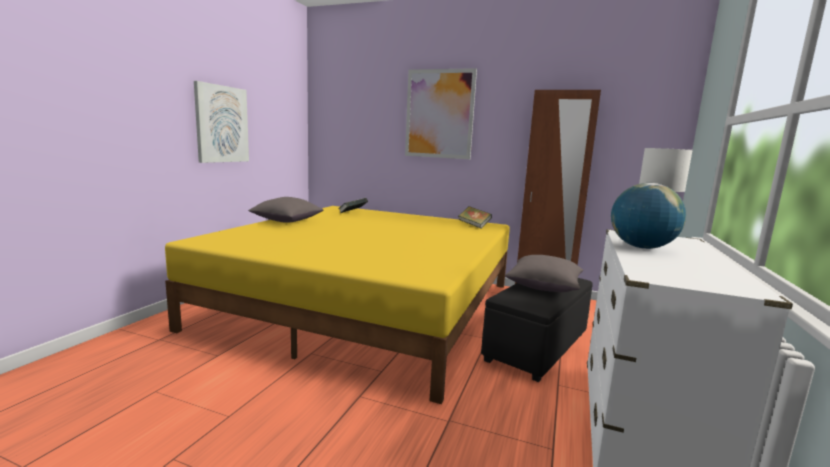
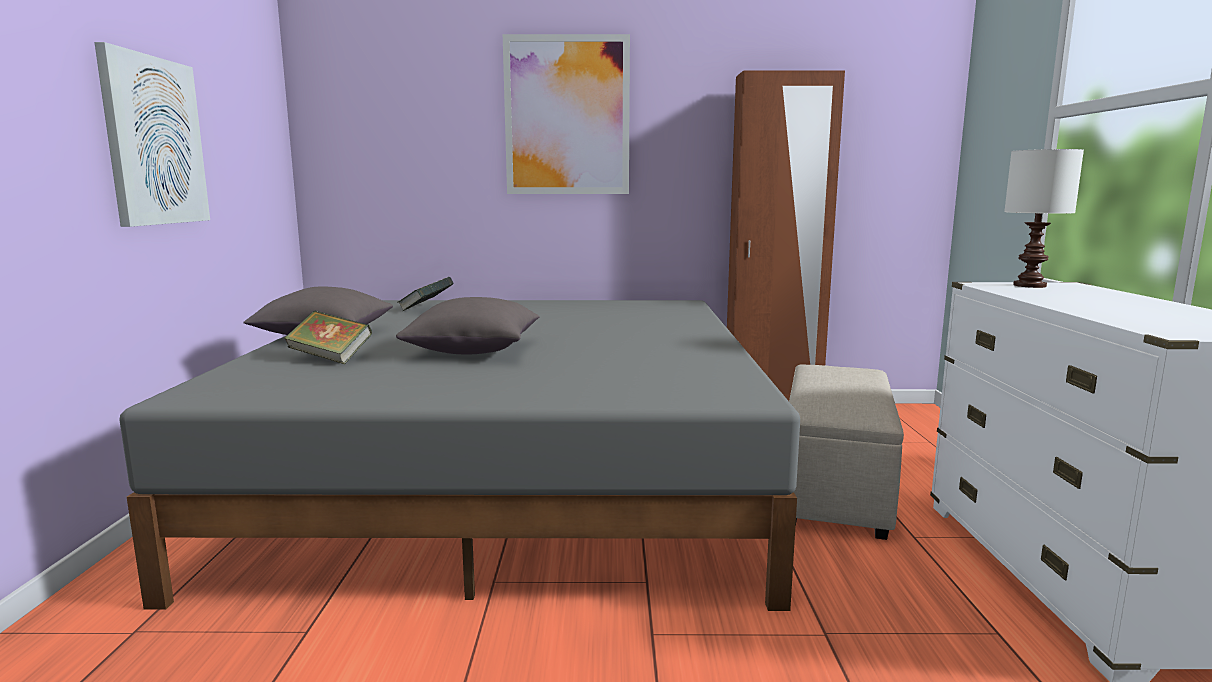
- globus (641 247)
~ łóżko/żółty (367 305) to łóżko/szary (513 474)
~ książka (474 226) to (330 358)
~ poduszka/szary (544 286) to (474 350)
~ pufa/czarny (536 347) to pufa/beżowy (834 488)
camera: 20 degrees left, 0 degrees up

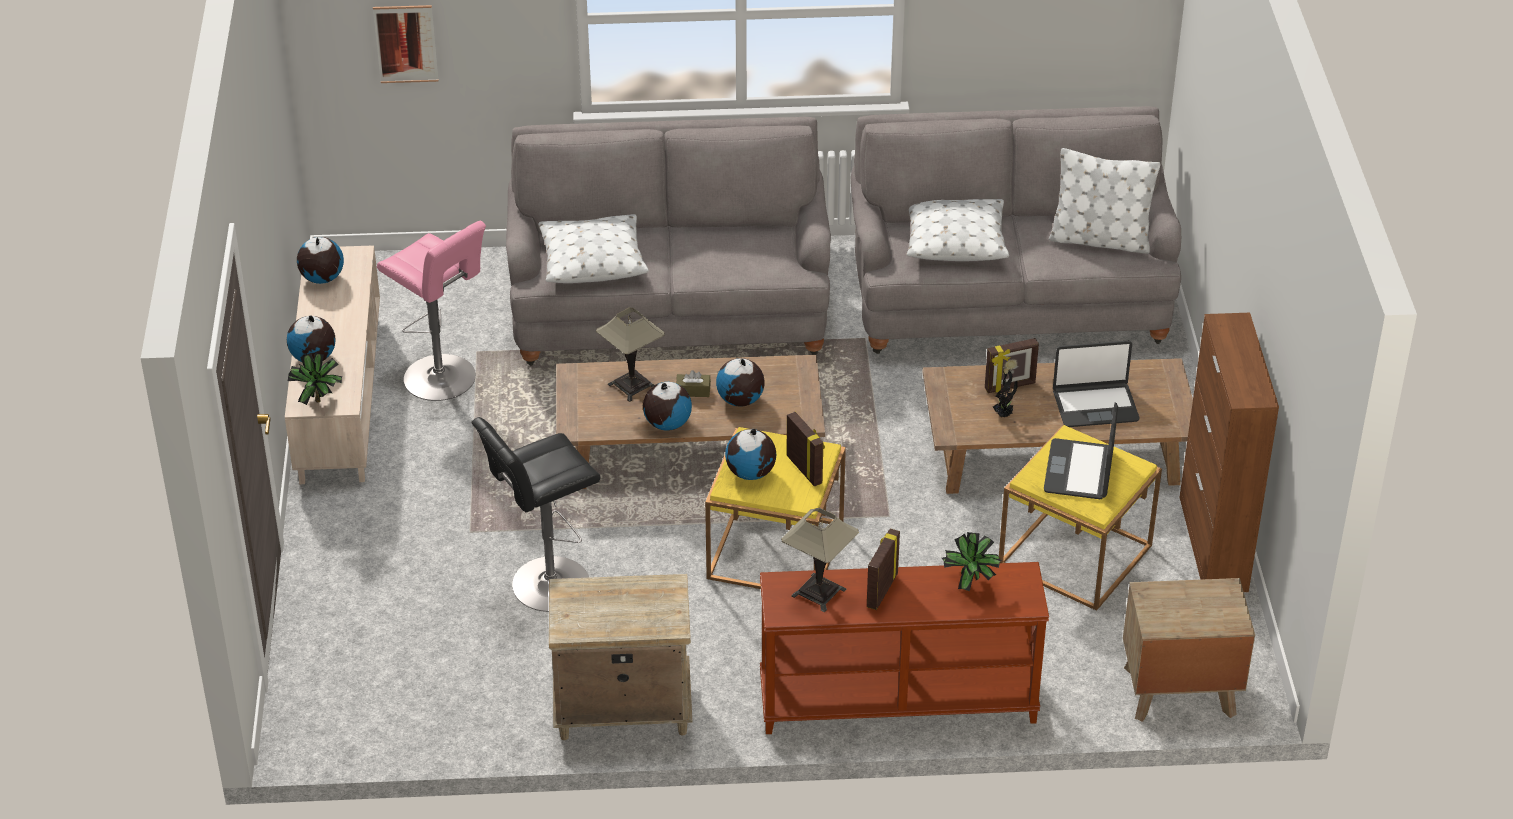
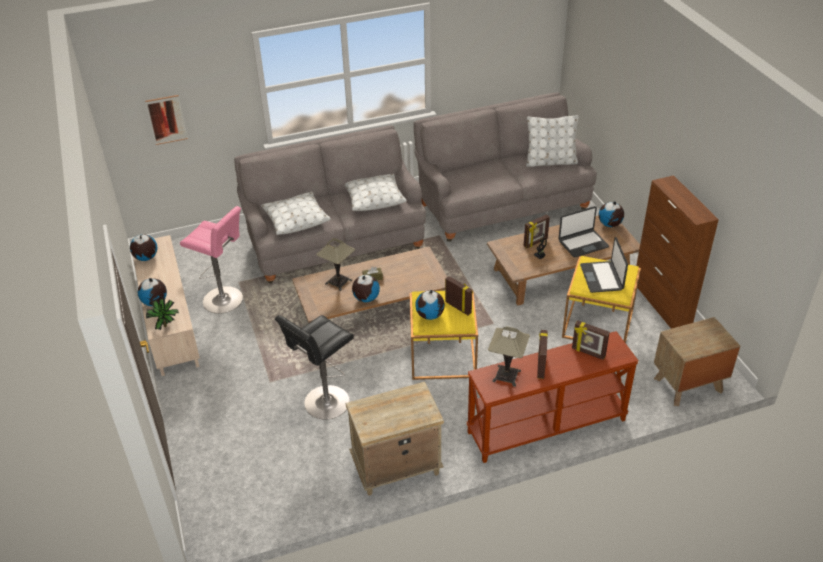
~ poduszka/biały (955 240) to (374 198)
~ globus (740 401) to (610 224)
~ roślina doniczkowa (971 586) to ramka na zdjęcie (588 353)
camera: 15 degrees left, 0 degrees up

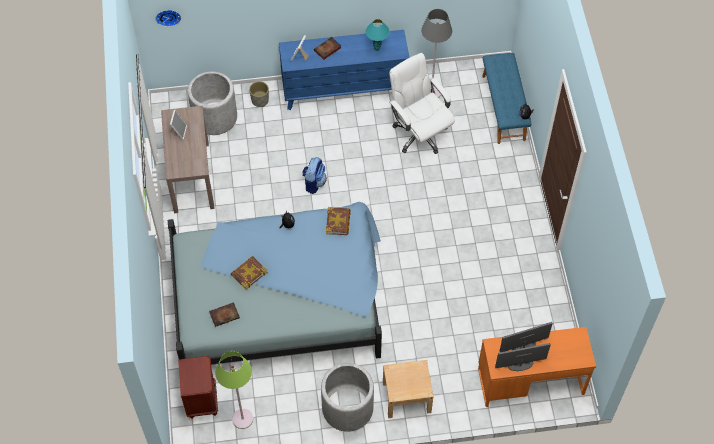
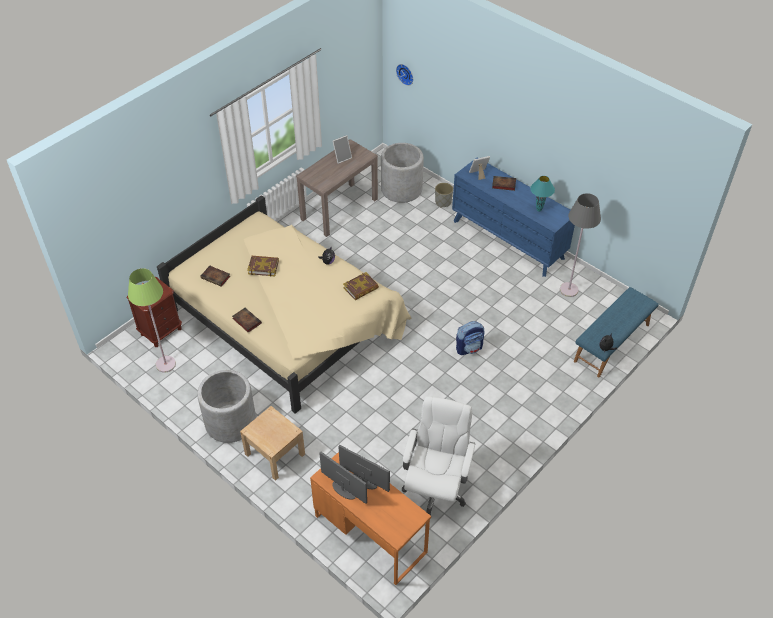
~ krzesło biurowe/biały (419 133) to (435 488)
~ plecak (314 183) to (469 348)
~ łóżko/niebieski (281 298) to łóżko/beżowy (289 320)
+ książka (246 321)
camera: 50 degrees right, 10 degrees down

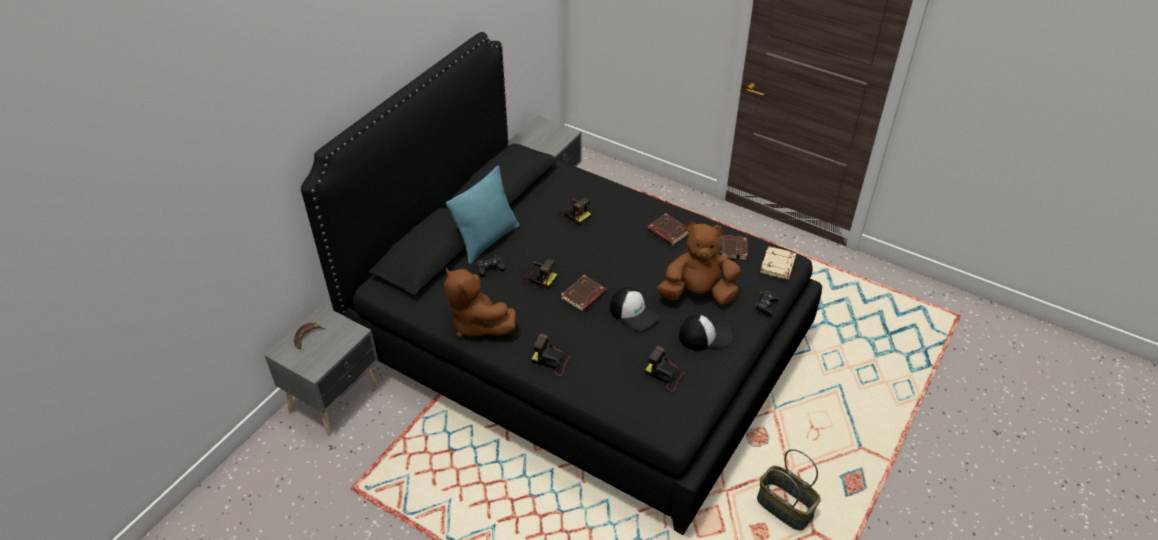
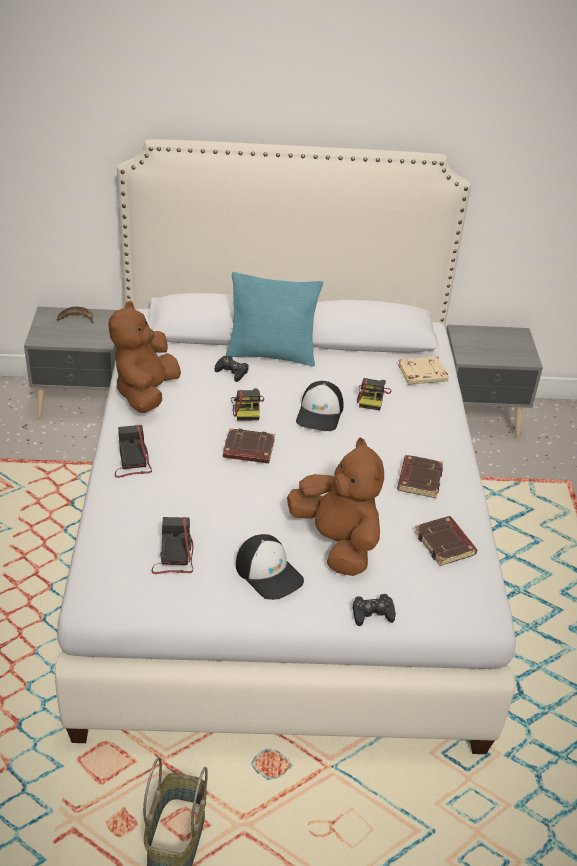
~ łóżko/czarny (578 347) to łóżko/biały (279 539)
~ książka/beżowy (778 266) to (422 375)
~ czapka z daszkiem (633 313) to (320 413)
camera: 55 degrees right, 5 degrees down

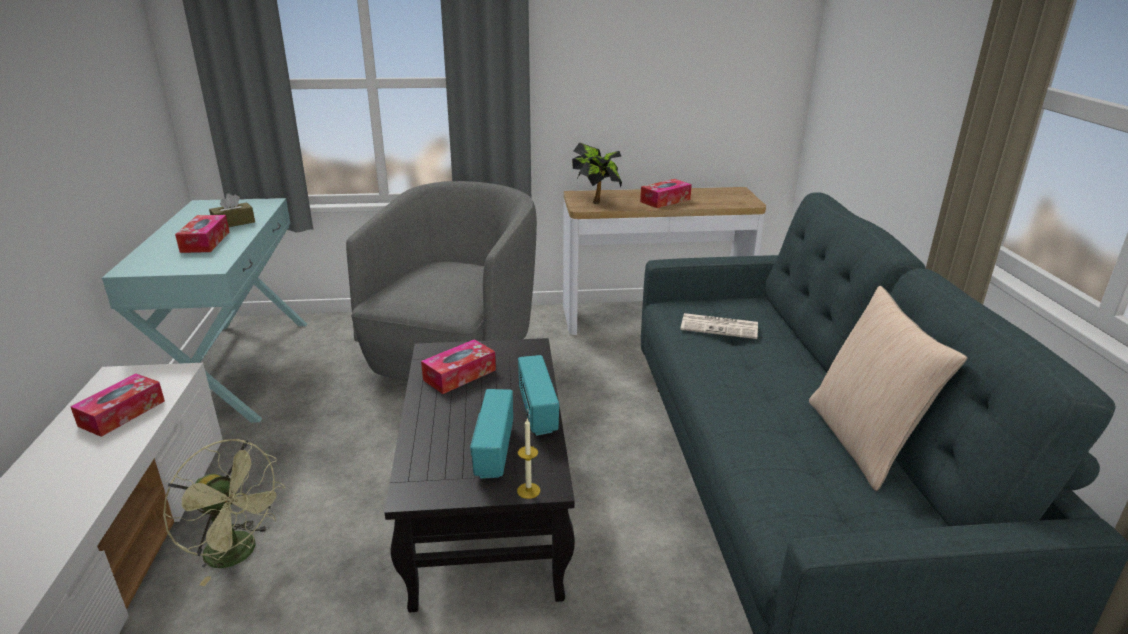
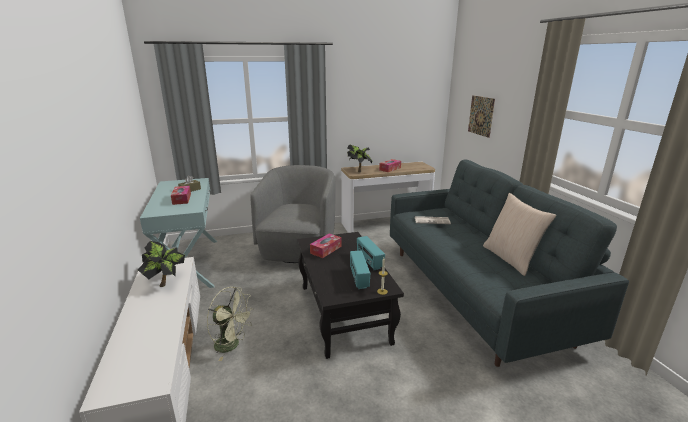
~ pudełko chusteczek (122 413) to roślina doniczkowa (166 282)
+ obraz (481 116)
camera: 10 degrees left, 5 degrees down

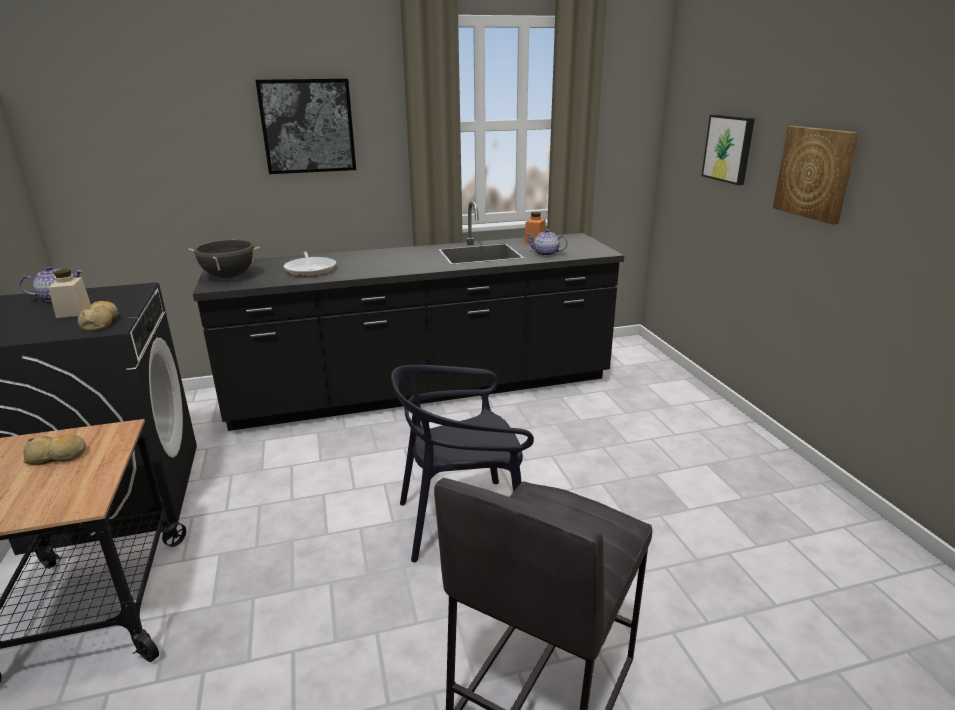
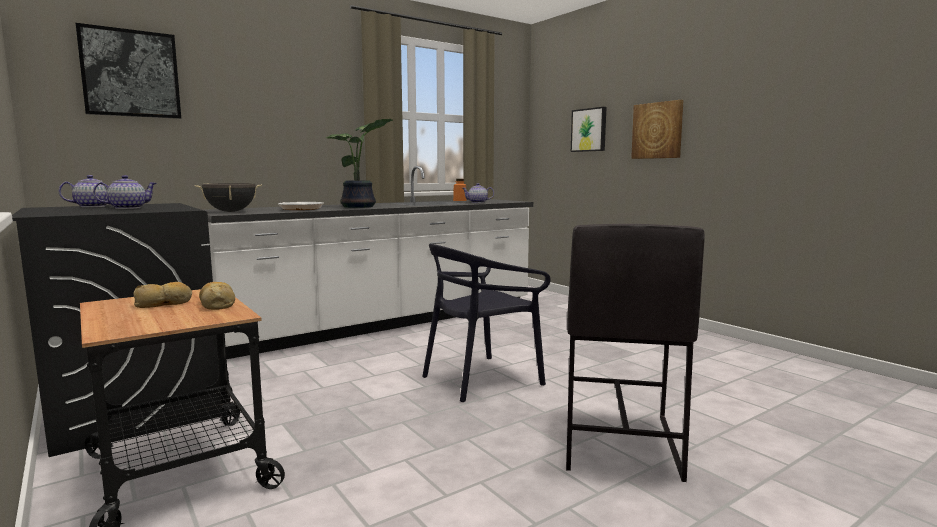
~ obraz (307 126) to (130 73)
~ zabudowa kuchenna/czarny (423 391) to zabudowa kuchenna/biały (385 323)
~ słoik/beżowy (74 311) to imbryk (127 208)
~ chleb (101 323) to (217 304)
+ roślina doniczkowa (360 206)
camera: 20 degrees left, 15 degrees down

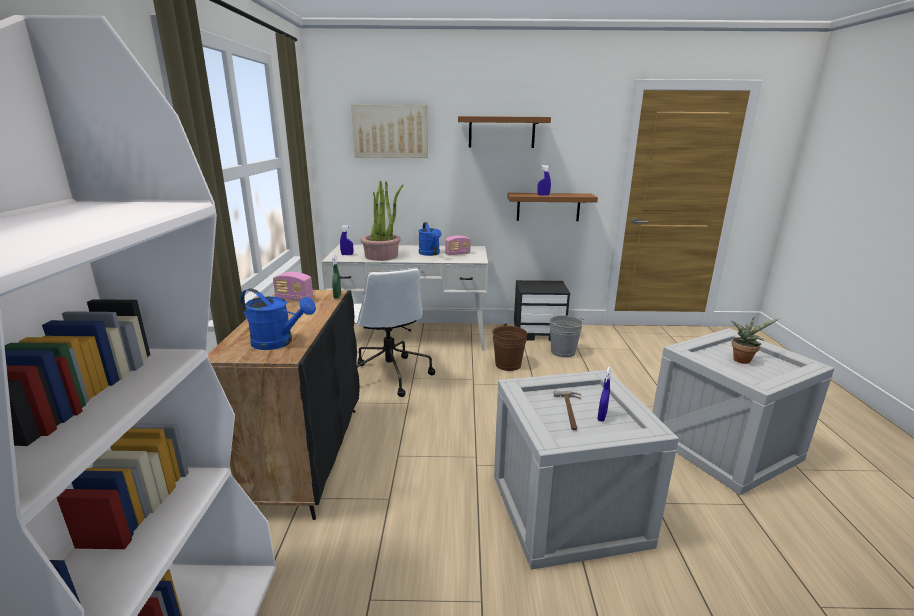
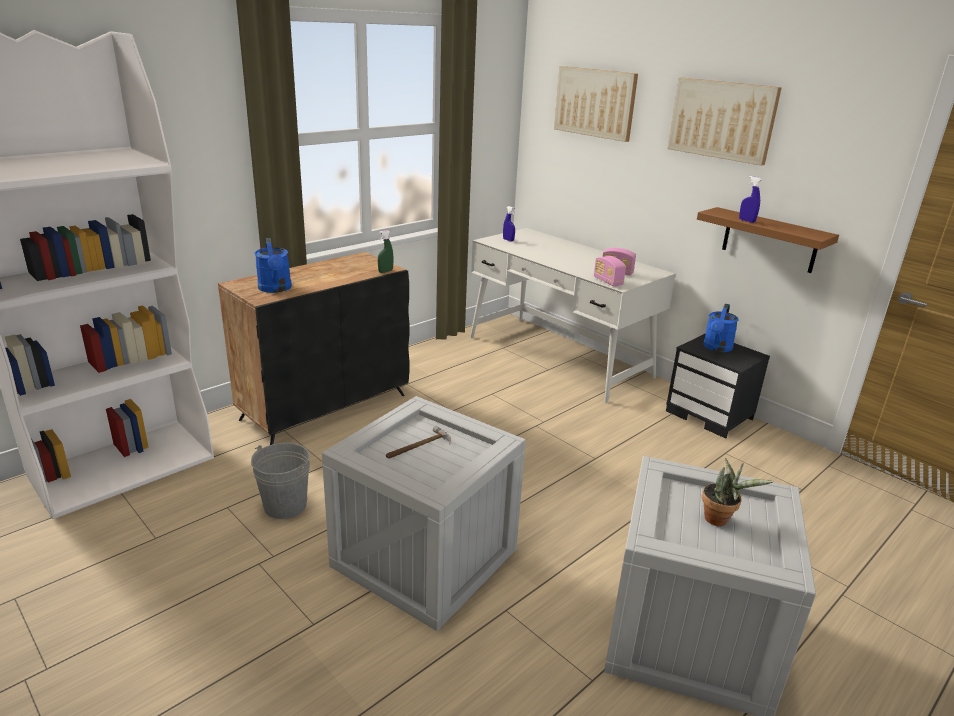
~ półka/brązowy (501 132) to obraz (722 120)
- roślina doniczkowa (382 256)
~ konewka/niebieski (430 254) to (717 348)
- krzesło biurowe/biały (389 375)
~ radio (294 299) to (608 281)
~ wiadro/szary (563 352) to (285 505)
- wiadro/brązowy (508 364)
- spryskiwacz/niebieski (602 417)
camera: 45 degrees right, 5 degrees up

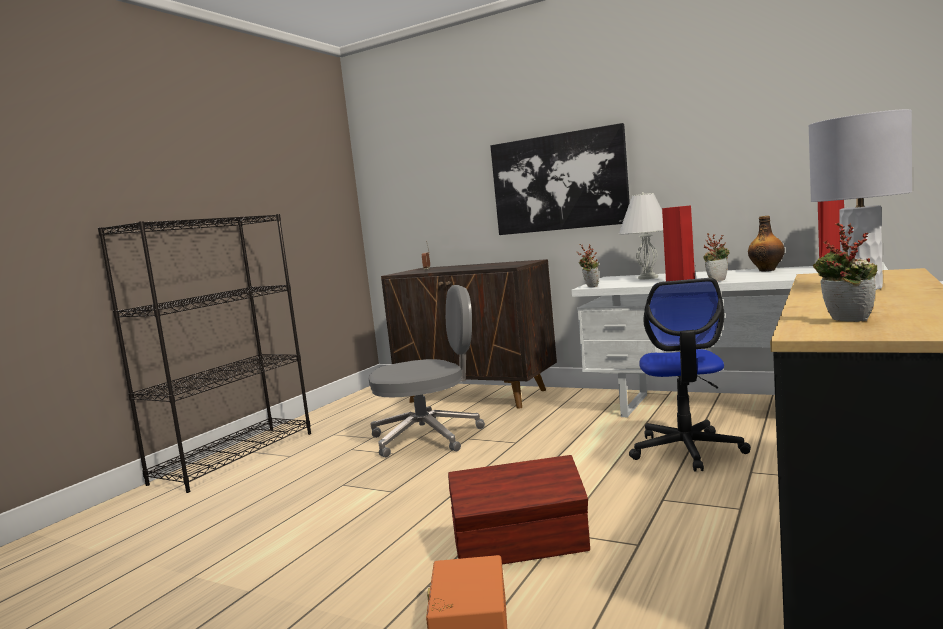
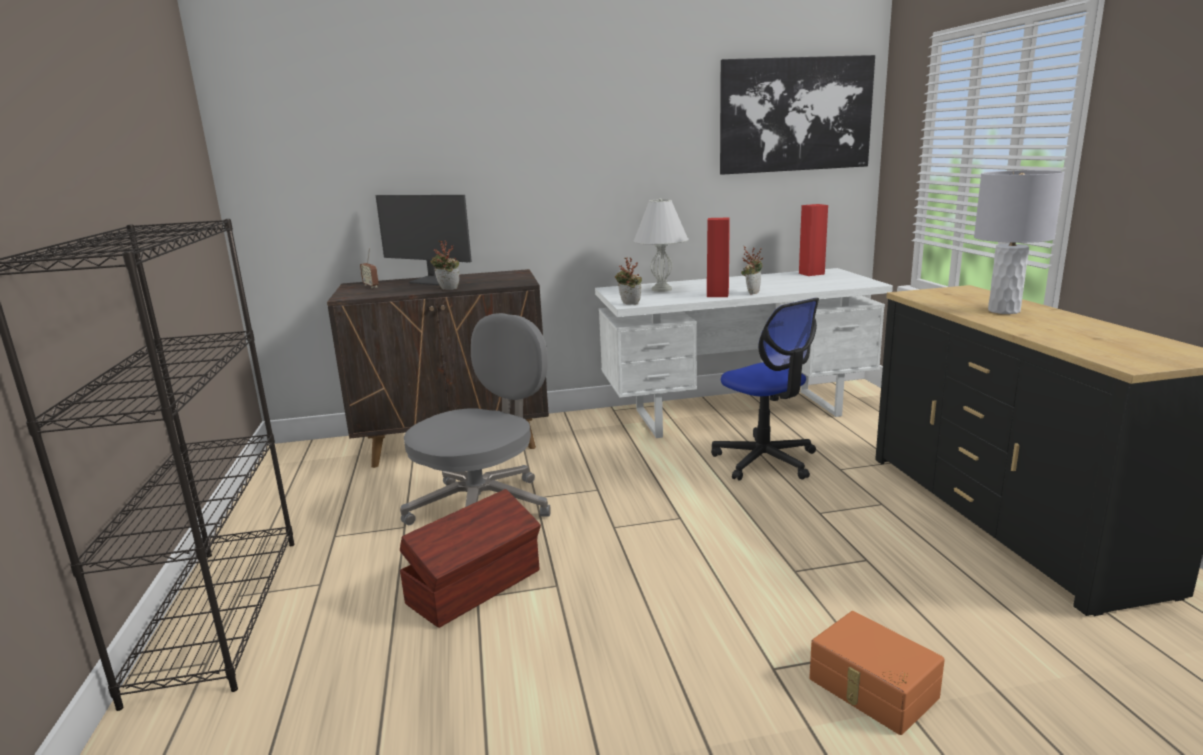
~ obraz (559 182) to (795 115)
- butelka (767 270)
~ roślina doniczkowa (844 321) to (447 289)
~ pojemnik do przechowywania/brązowy (522 547) to (476 587)
+ monitor (434 281)
camera: 40 degrees left, 10 degrees up

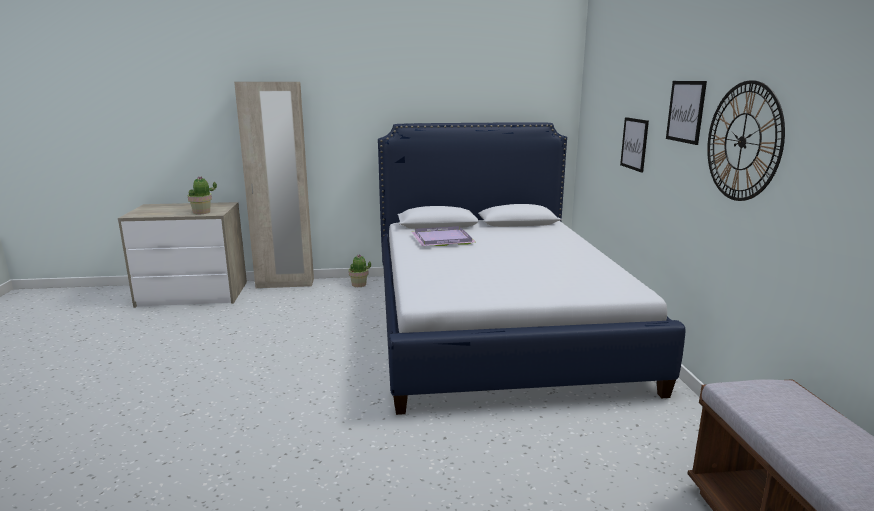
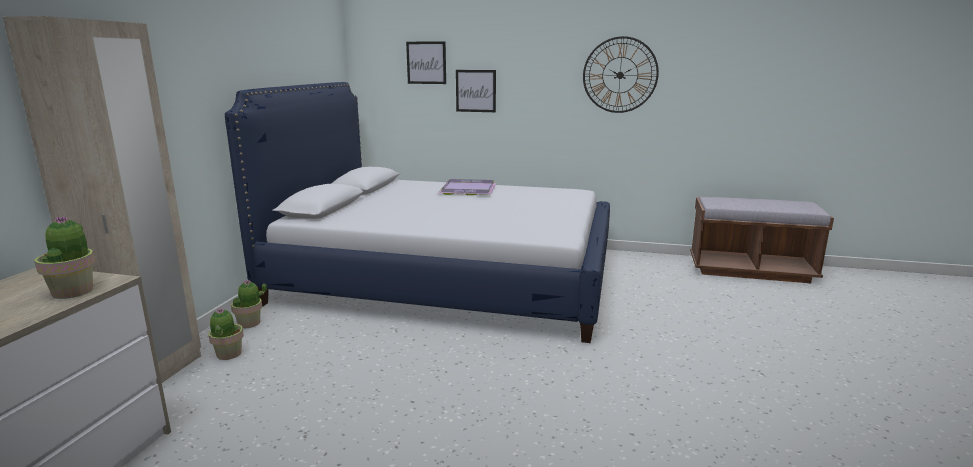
~ obraz (686 111) to (426 62)
~ taca/fioletowy (443 239) to (469 189)
+ roślina doniczkowa (228 354)
camera: 70 degrees left, 0 degrees up

